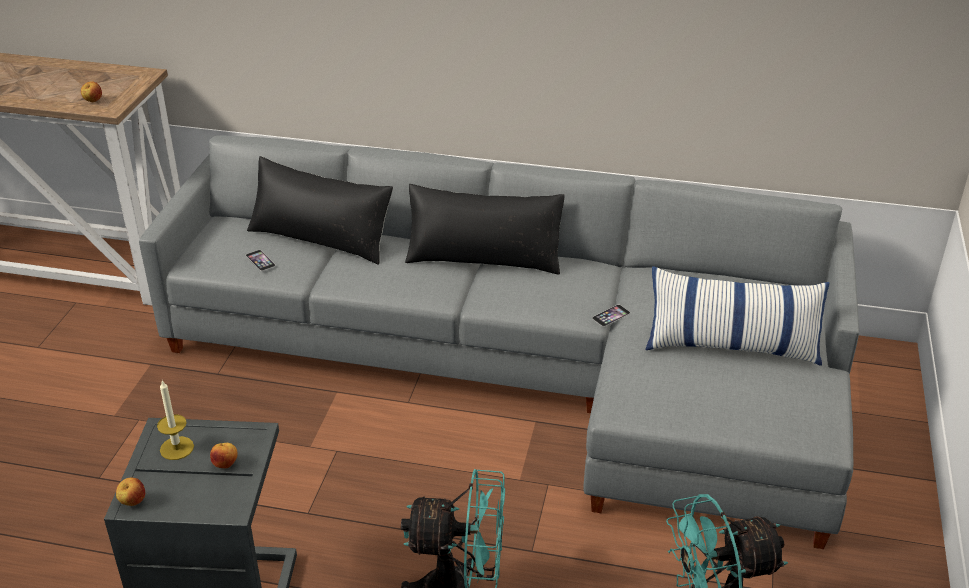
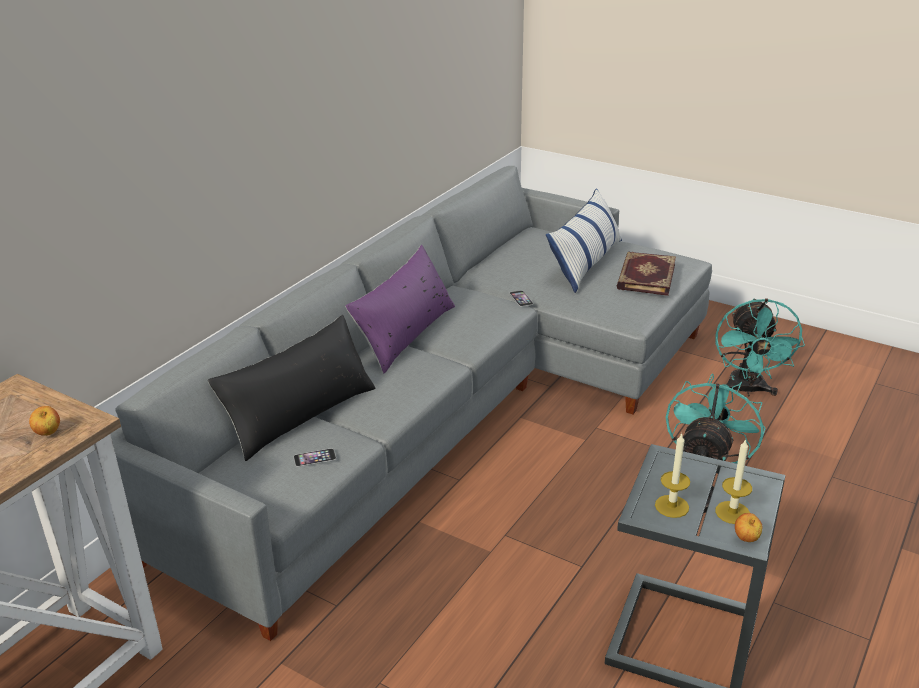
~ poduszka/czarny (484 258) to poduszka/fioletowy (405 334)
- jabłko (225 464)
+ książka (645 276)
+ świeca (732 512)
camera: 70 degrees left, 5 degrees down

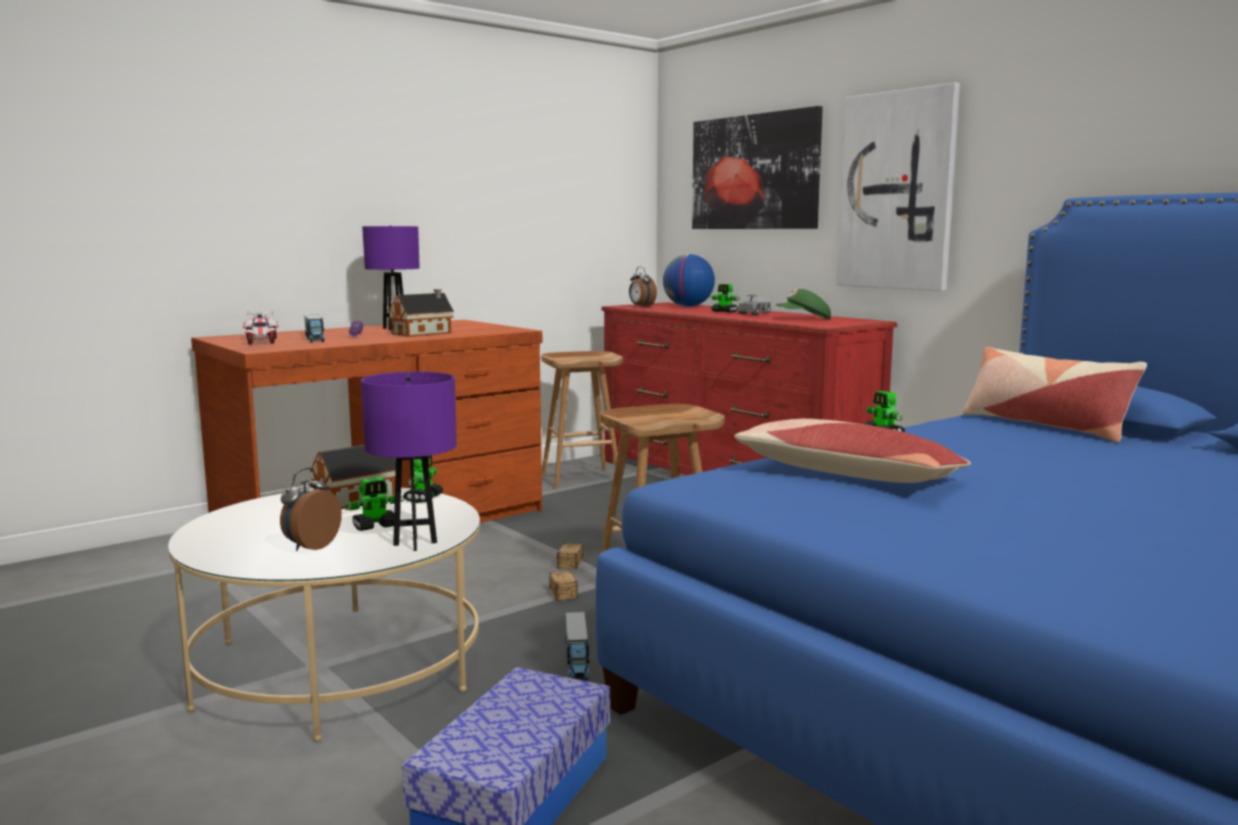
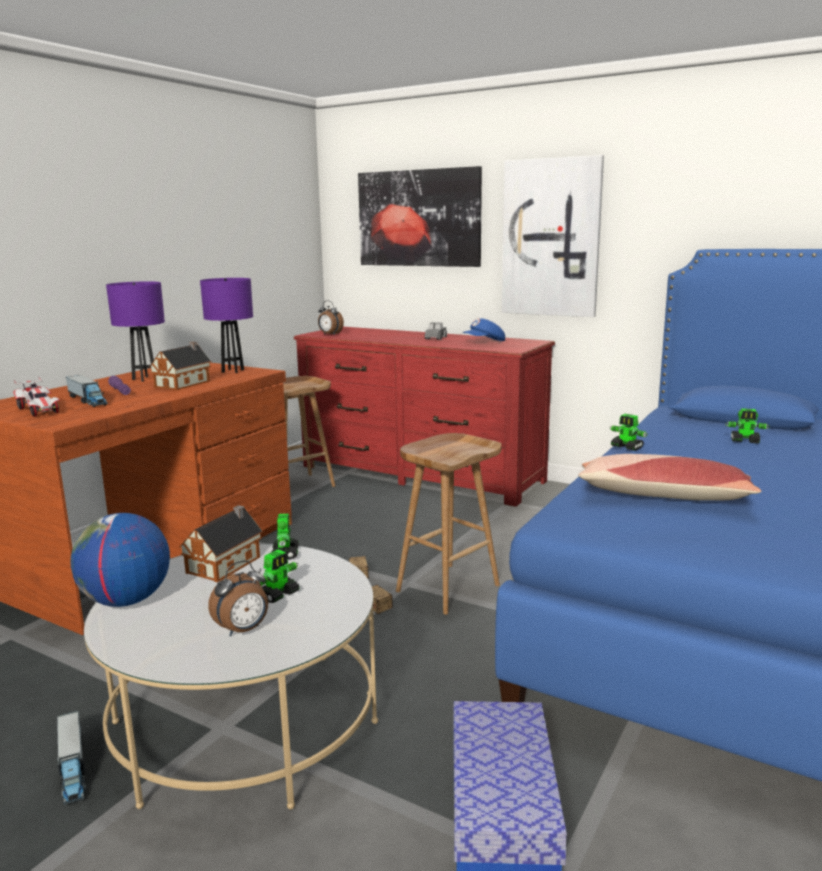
~ globus (688 306) to (126 601)
~ robot zabawkowy (724 312) to (745 441)
~ czapka z daszkiem/zielony (804 319) to czapka z daszkiem/niebieski (484 342)
- poduszka (1044 425)
~ lampa stołowa/fioletowy (415 543) to (232 371)
~ budzik (310 546) = (243 630) 135 degrees counterclockwise
~ ciężarówka zabawkowa (577 658) to (73 768)
camera: 20 degrees left, 5 degrees up

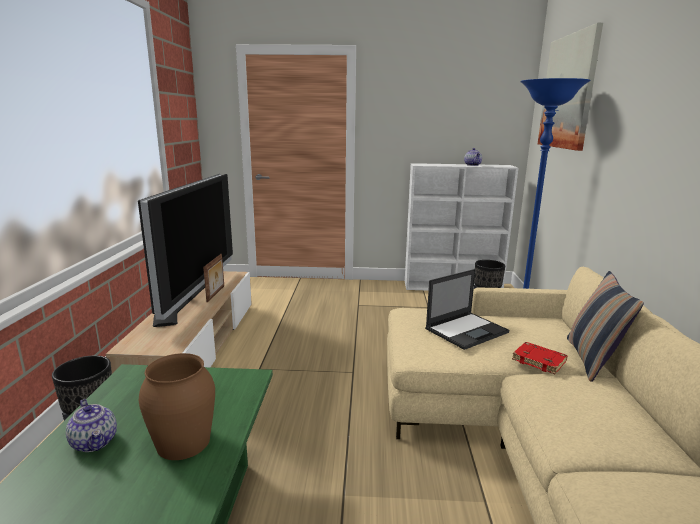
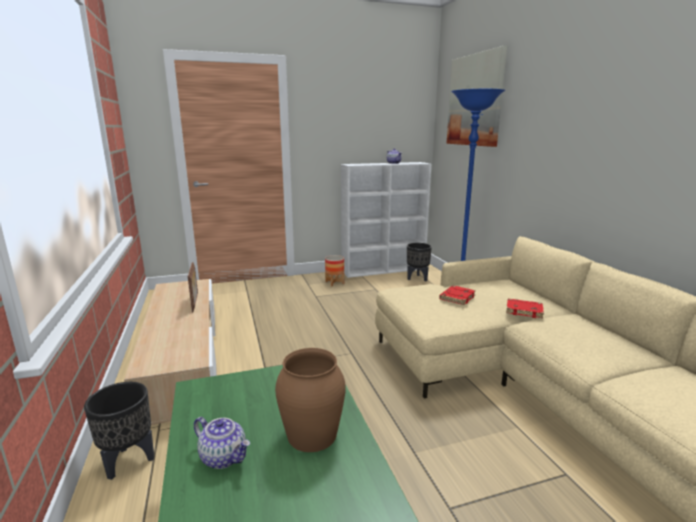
- telewizor (191 298)
~ laptop (467 330) to książka/czerwony (457 297)
- poduszka (592 360)
+ donica (334 283)
camera: 20 degrees left, 0 degrees up

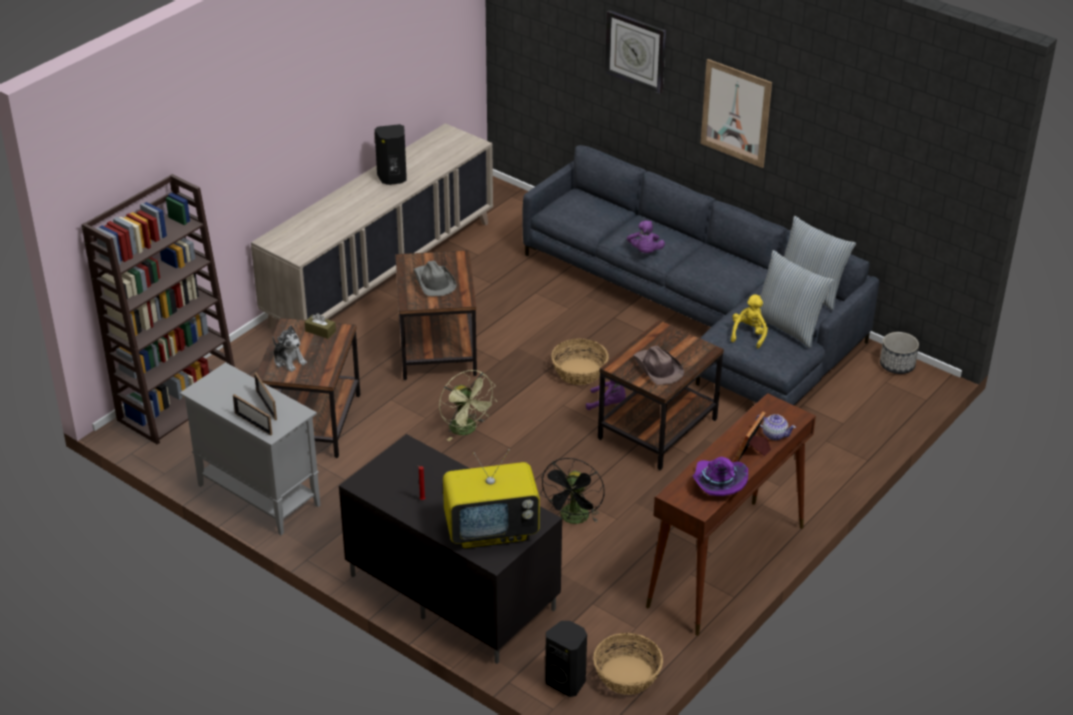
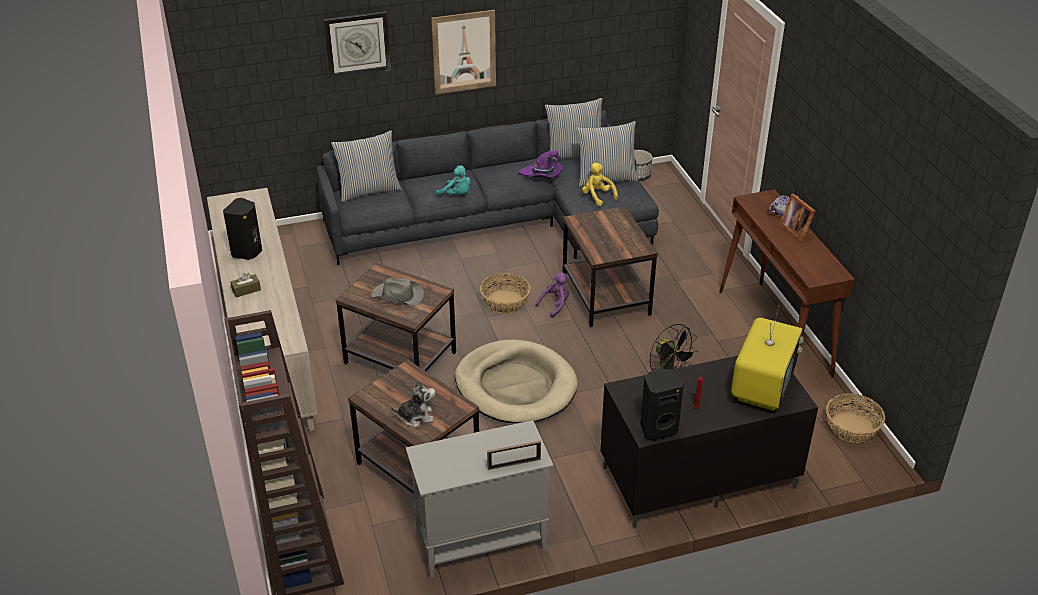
~ pluszak/fioletowy (645 251) to pluszak/turkusowy (456 194)
~ pudełko chusteczek/brązowy (320 331) to (246 290)
- kapelusz/brązowy (657 368)
~ wentylator/zielony (467 430) to legowisko/beżowy (515 386)
- ramka na zdjęcie (266 405)
~ kapelusz/fioletowy (717 484) to (542 175)
~ głośnik/czarny (566 682) to (657 428)
+ poduszka (368 191)
camera: 55 degrees left, 0 degrees up

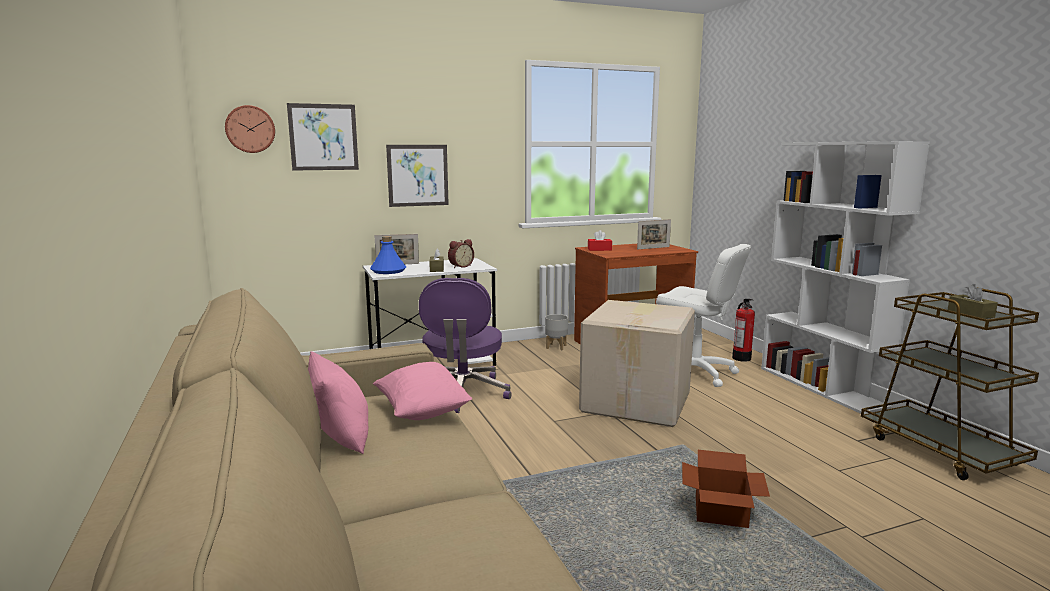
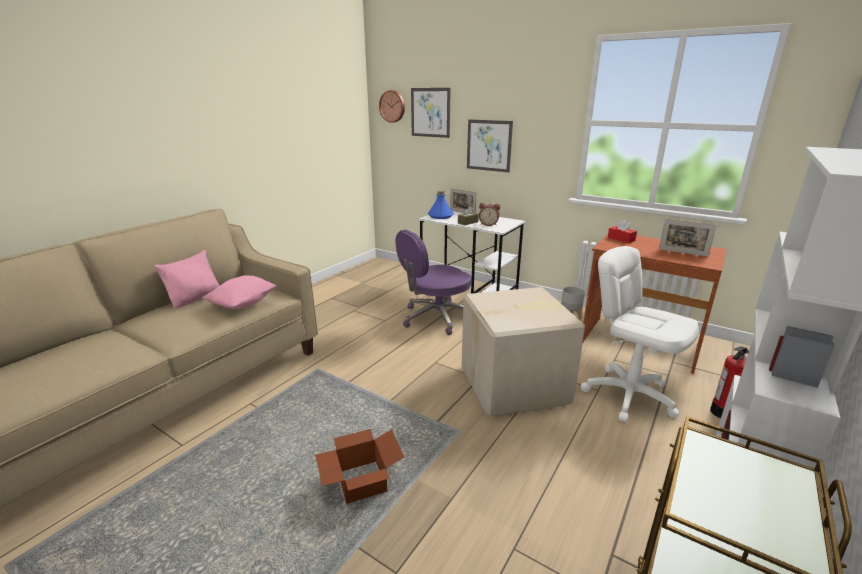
~ krzesło biurowe/biały (695 372) = (629 395) 135 degrees clockwise
- pudełko chusteczek/brązowy (970 314)
camera: 55 degrees right, 10 degrees up

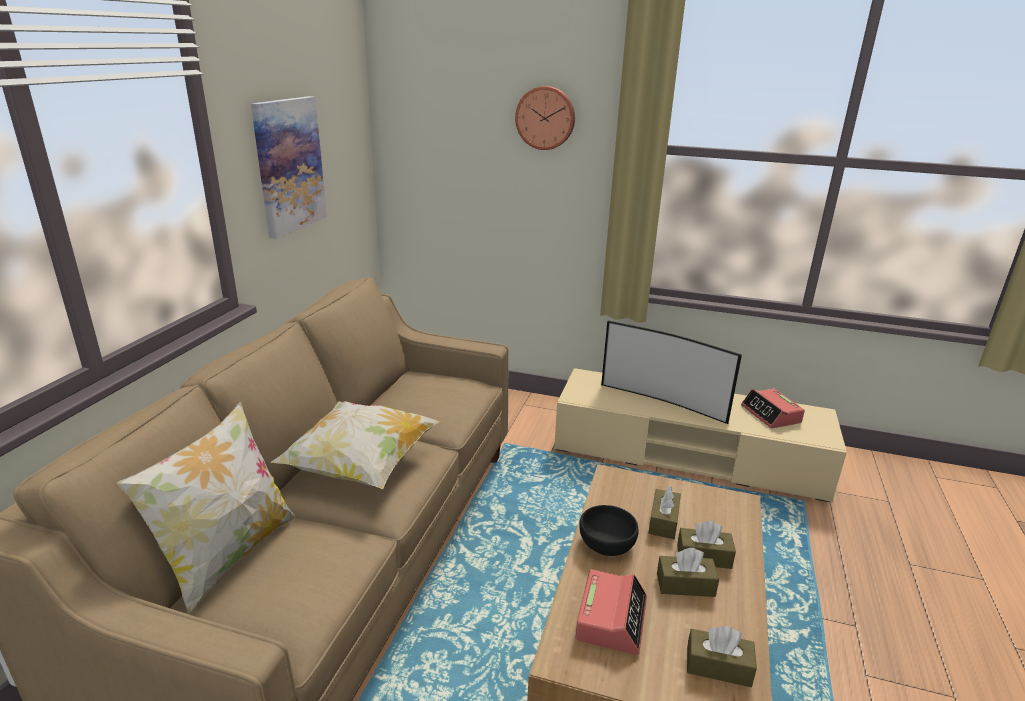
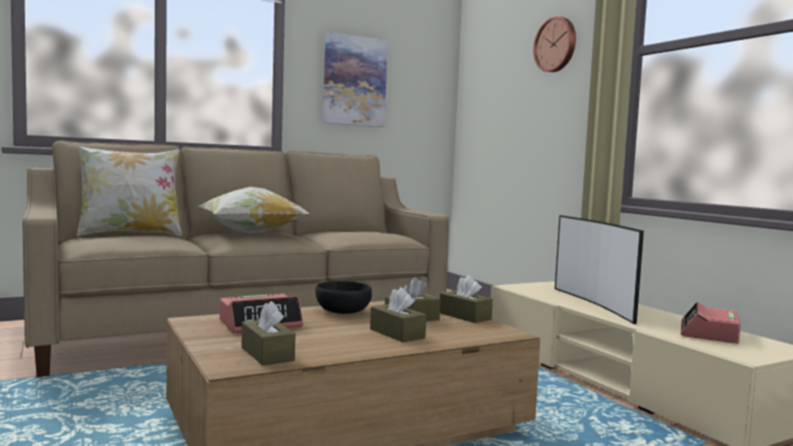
~ pudełko chusteczek/brązowy (685 585) to (464 316)
camera: 45 degrees right, 20 degrees down

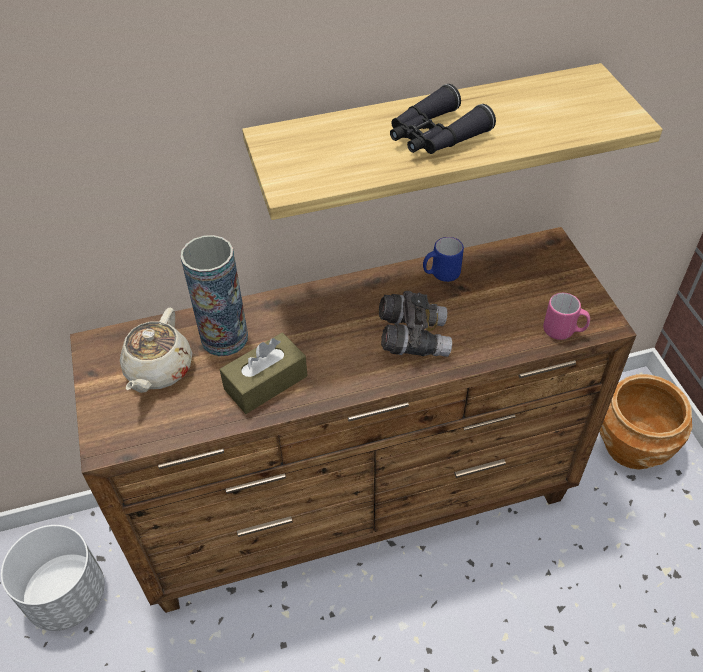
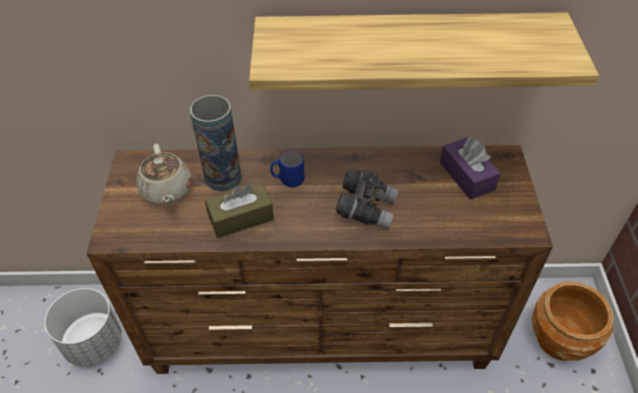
- lornetka/czarny (435 136)
~ kubek/niebieski (441 274) to (287 180)
- kubek/różowy (564 331)
~ imbryk/beżowy (158 370) = (167 191) 45 degrees counterclockwise
+ pudełko chusteczek/fioletowy (466 176)
camera: 15 degrees right, 0 degrees up

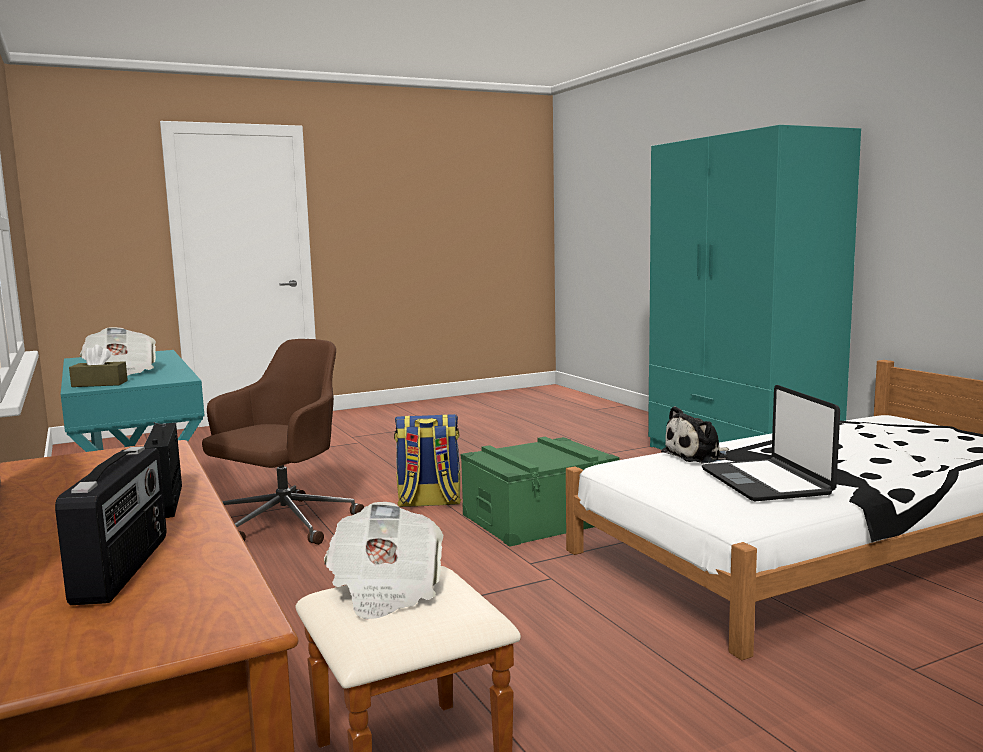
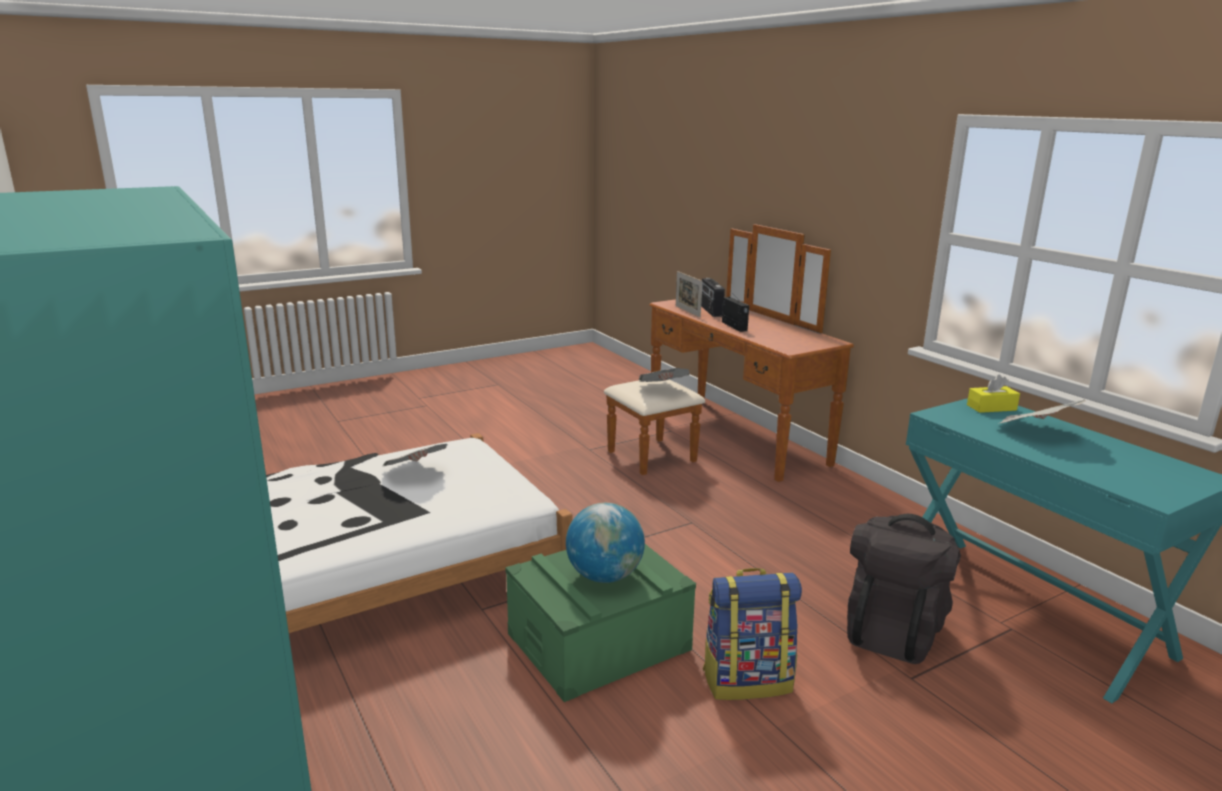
~ krzesło biurowe/brązowy (283 524) to plecak/czarny (893 631)
~ pudełko chusteczek/brązowy (99 384) to pudełko chusteczek/żółty (991 407)
~ laptop (766 482) to gazeta (416 472)
- pluszak (698 456)
+ ramka na zdjęcie (687 311)
+ globus (604 576)
camera: 175 degrees right, 10 degrees up

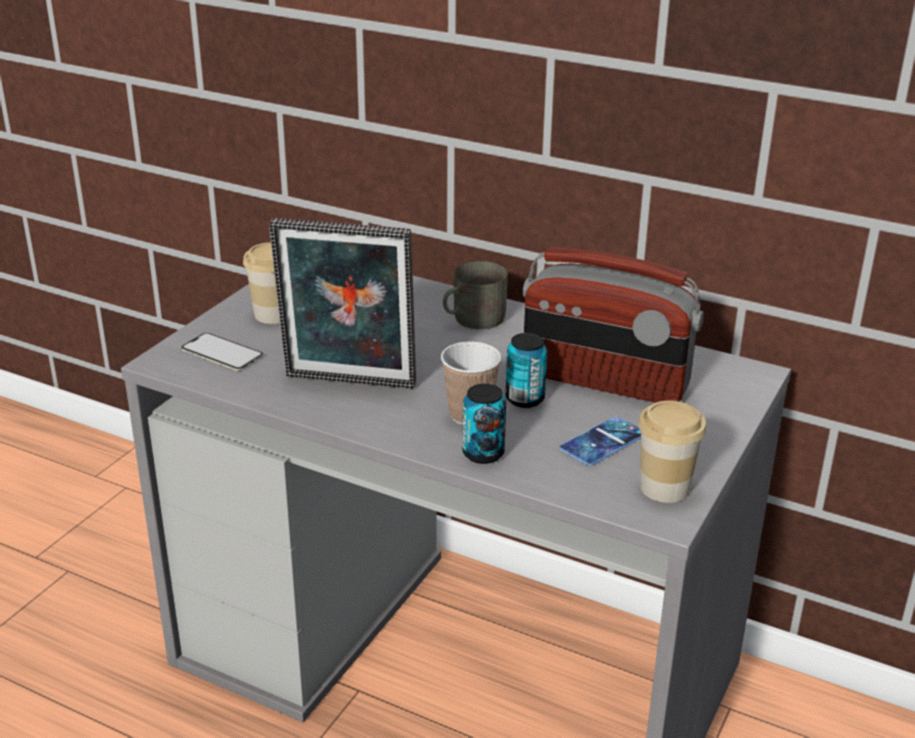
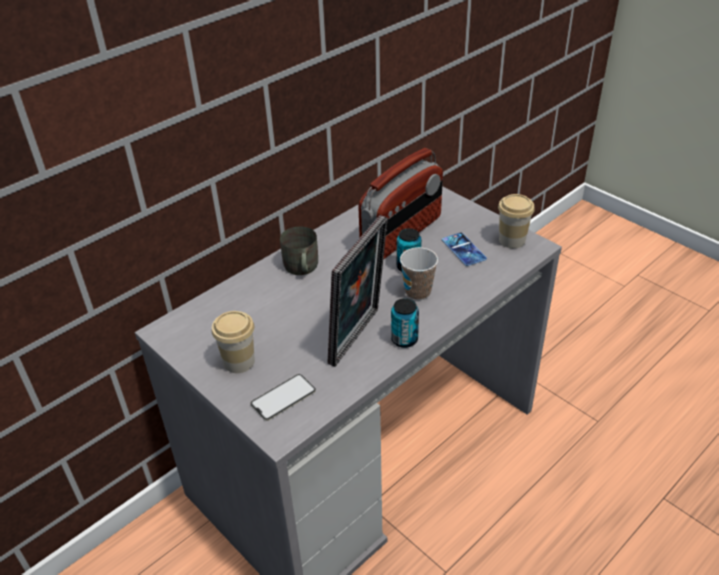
~ puszka (483 453) to (404 339)
camera: 70 degrees left, 10 degrees up

